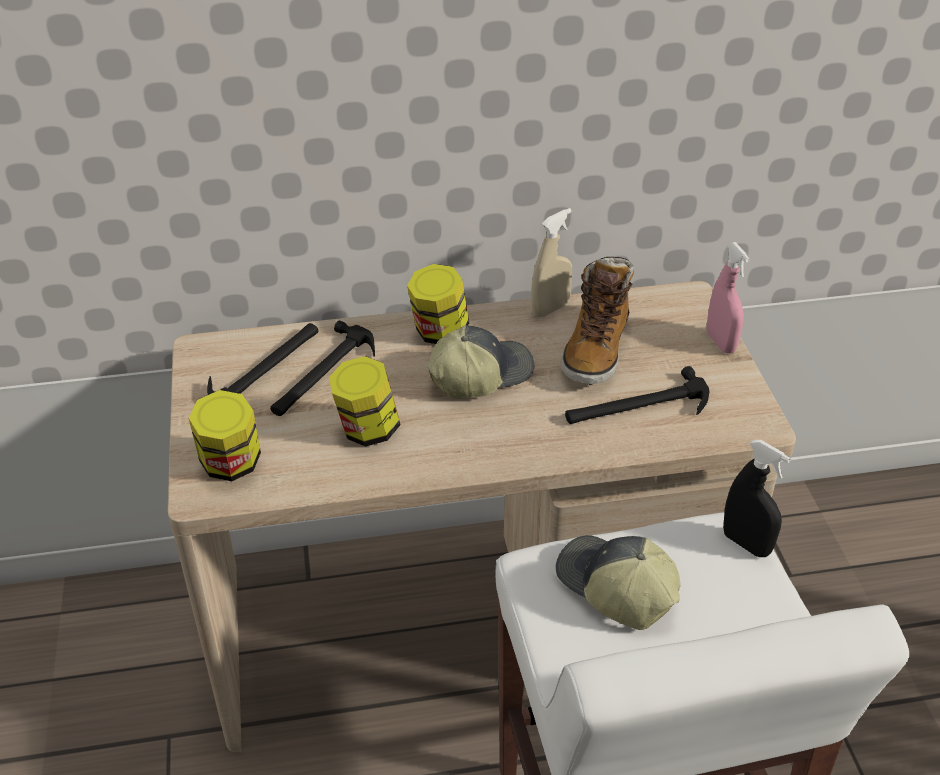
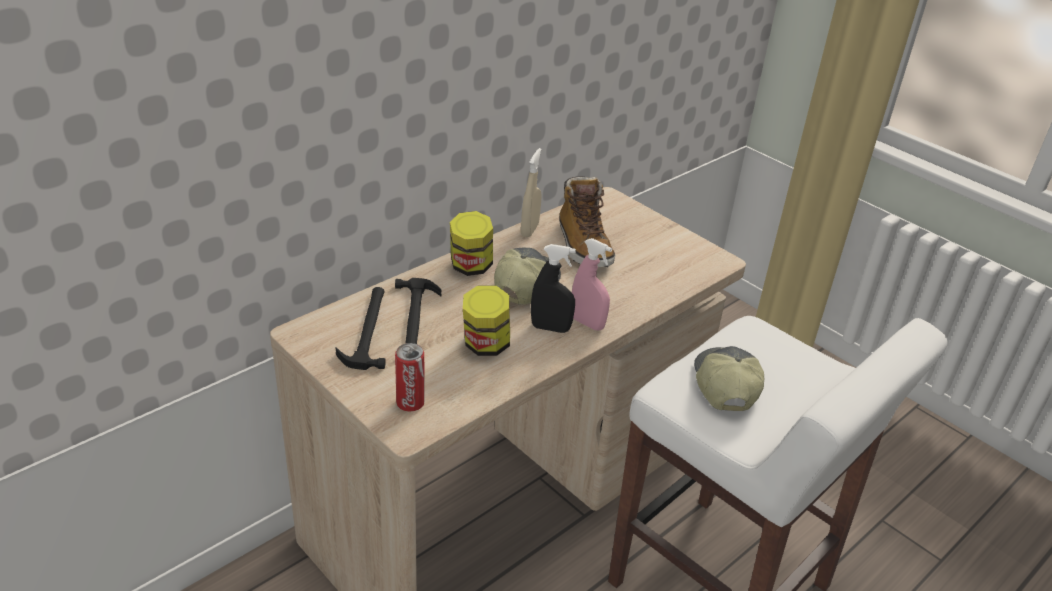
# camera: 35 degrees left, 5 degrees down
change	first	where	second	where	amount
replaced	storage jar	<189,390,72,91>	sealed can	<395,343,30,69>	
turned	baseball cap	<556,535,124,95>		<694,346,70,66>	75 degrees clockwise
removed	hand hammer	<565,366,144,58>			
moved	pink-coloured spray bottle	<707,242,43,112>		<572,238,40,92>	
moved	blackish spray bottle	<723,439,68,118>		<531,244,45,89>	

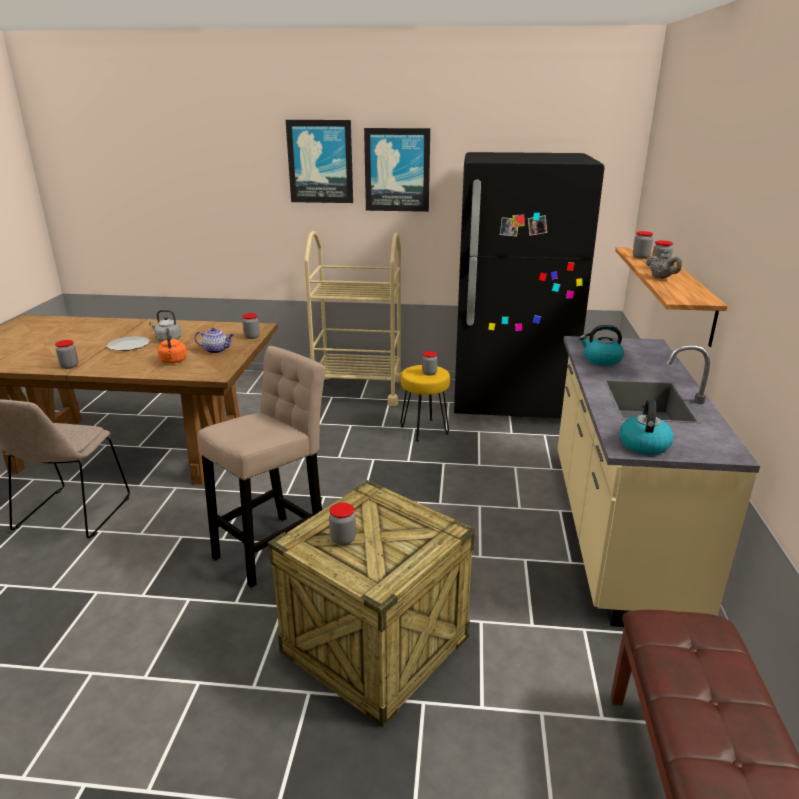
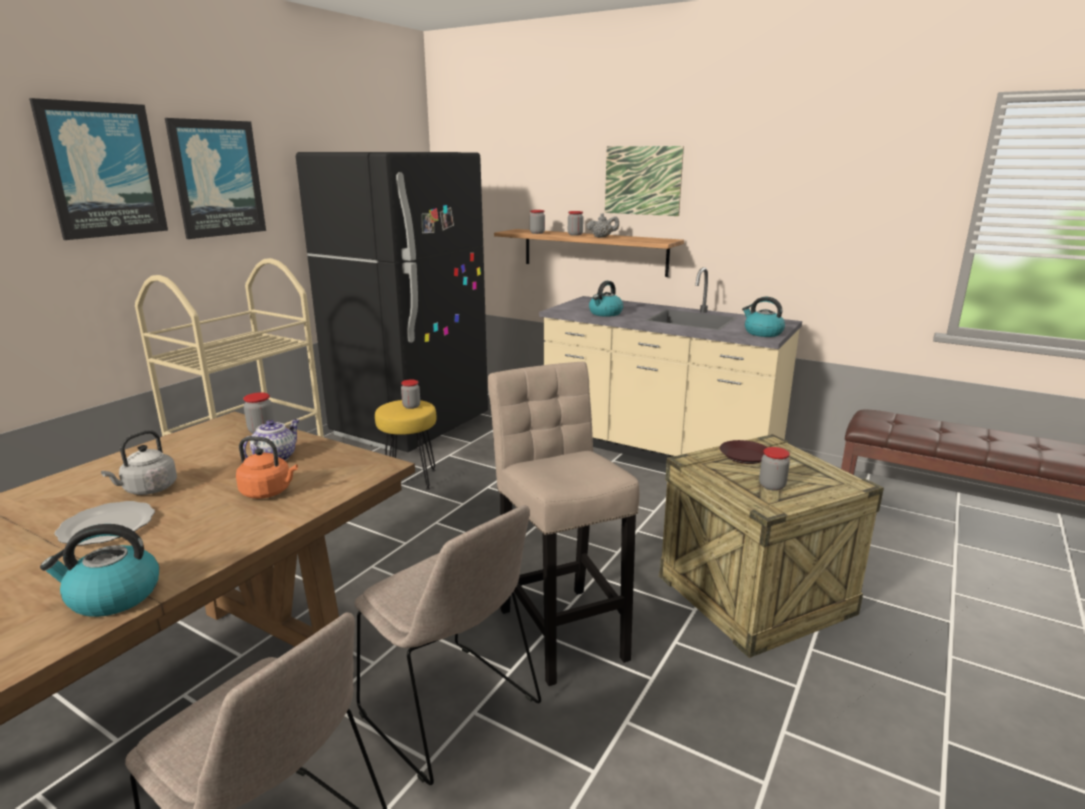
# camera: 65 degrees left, 5 degrees down
change	first	where	second	where	amount
replaced	storage jar	<55,340,24,29>	tea kettle	<40,524,119,93>	
added			sand-coloured plain chair	<355,505,186,280>	
added			wall art	<605,146,79,70>	
added			brownish dinner plate	<720,440,48,24>	

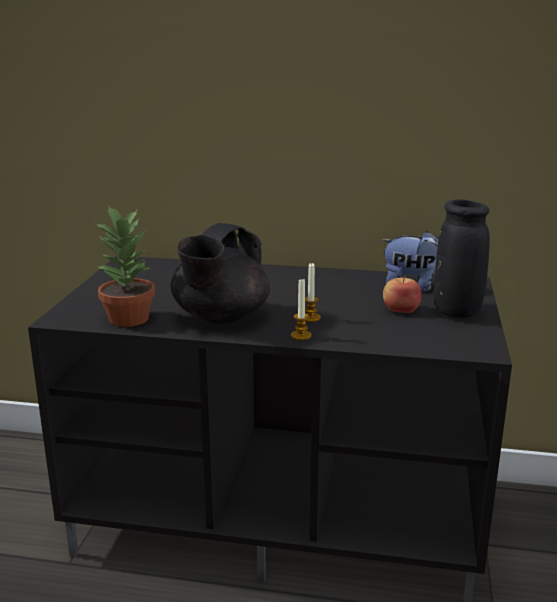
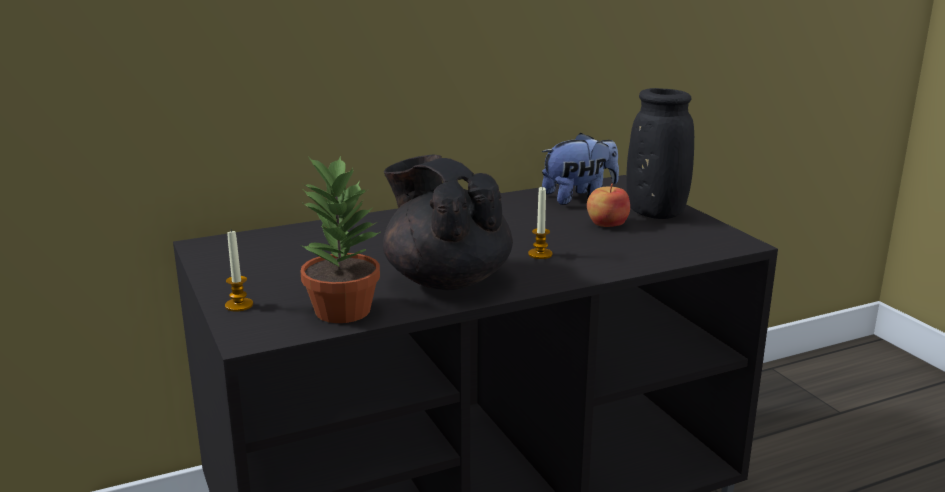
# camera: 35 degrees left, 0 degrees up
change	first	where	second	where	amount
turned	blackish teapot	<170,223,100,101>		<383,154,130,136>	150 degrees clockwise
moved	candle	<291,279,21,61>		<225,230,28,82>	

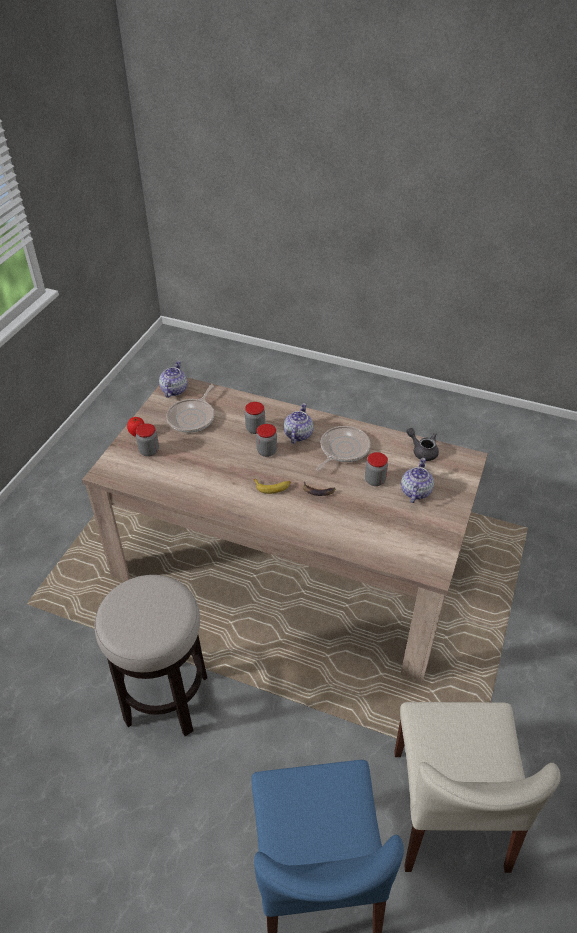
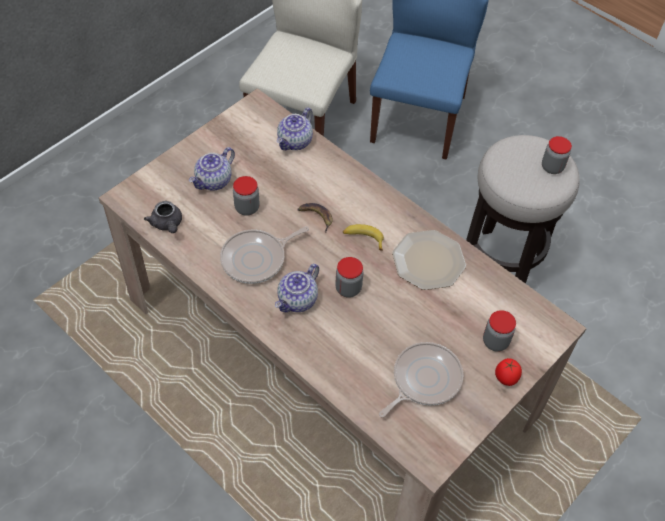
# camera: 160 degrees left, 10 degrees up
change	first	where	second	where	amount
moved	teapot	<159,360,28,38>		<277,107,36,43>	
moved	storage jar	<245,402,20,32>		<542,136,30,38>	
added			dinner plate	<392,230,74,60>	

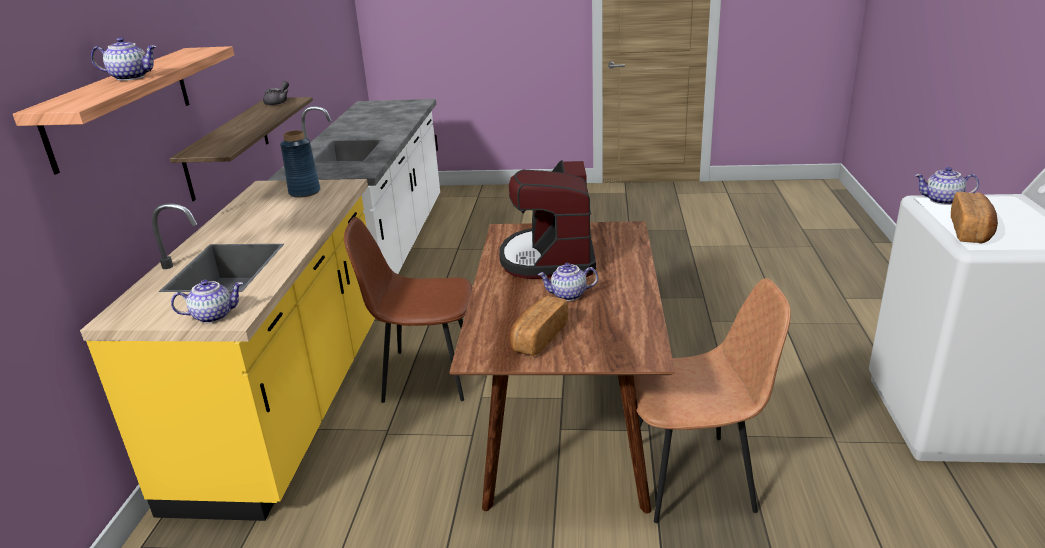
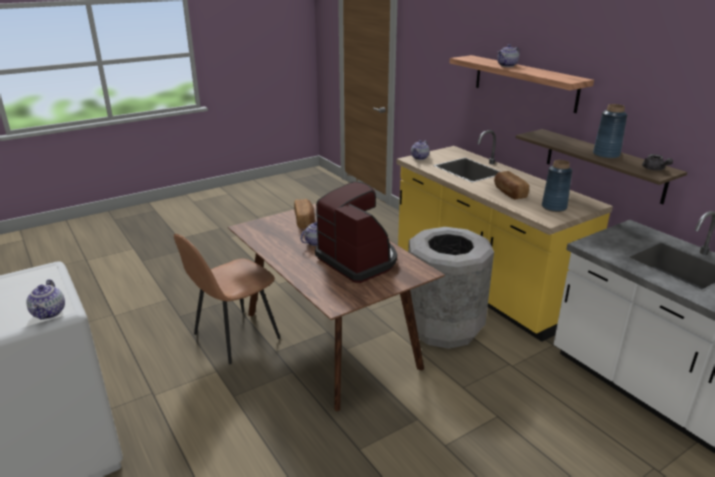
# camera: 140 degrees right, 0 degrees up
change	first	where	second	where	amount
replaced	brownish plain chair	<344,217,129,186>	greyish rubbish bin	<408,227,86,122>	
turned	teapot	<915,167,64,38>		<26,279,39,41>	105 degrees clockwise
moved	baked bread	<951,192,47,52>		<494,171,35,28>	
added			blue flower vase	<593,104,34,55>	

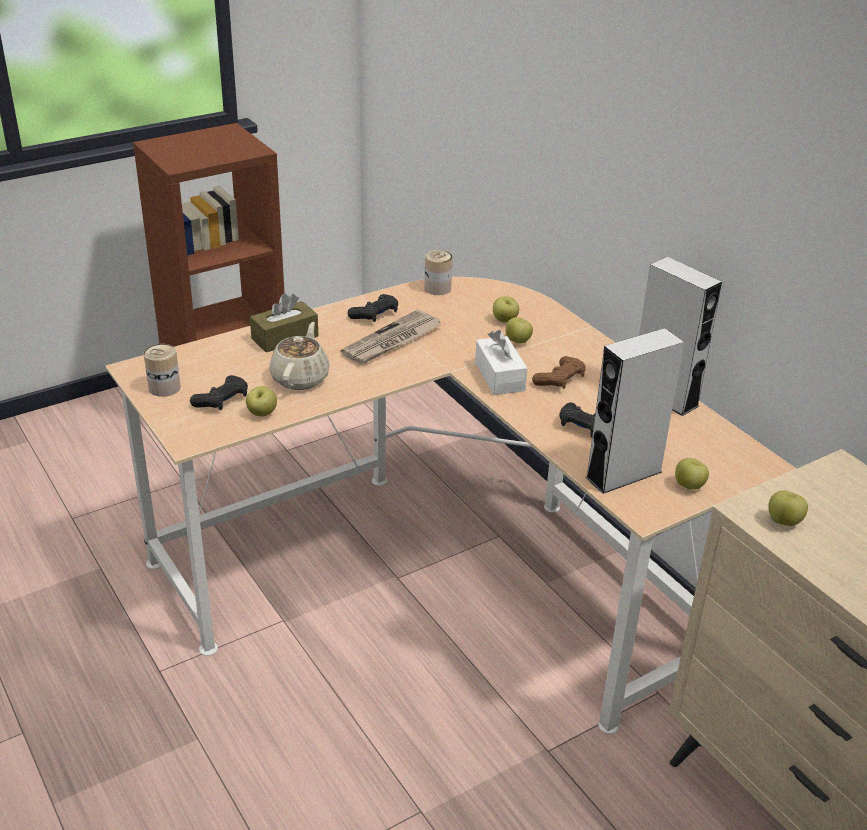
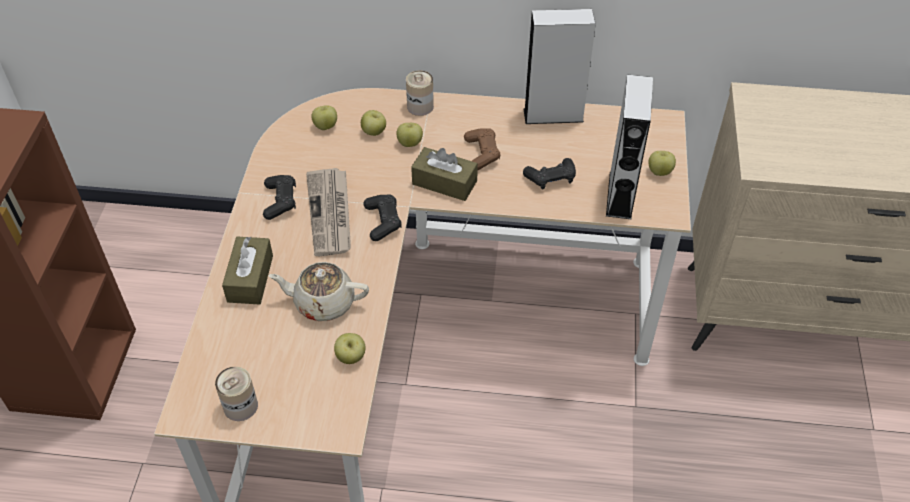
# camera: 50 degrees left, 15 degrees up
change	first	where	second	where	amount
moved	blackish joypad	<190,375,58,35>		<363,195,39,46>	
turned	sand-coloured teapot	<269,322,61,68>		<268,262,101,59>	45 degrees counterclockwise
moved	sealed can	<424,250,29,45>		<406,70,28,46>	
recoloured	white box of tissues	<475,330,52,65>	brownish box of tissues	<411,147,67,54>	
moved	whole apple	<768,490,40,36>		<311,105,26,25>	

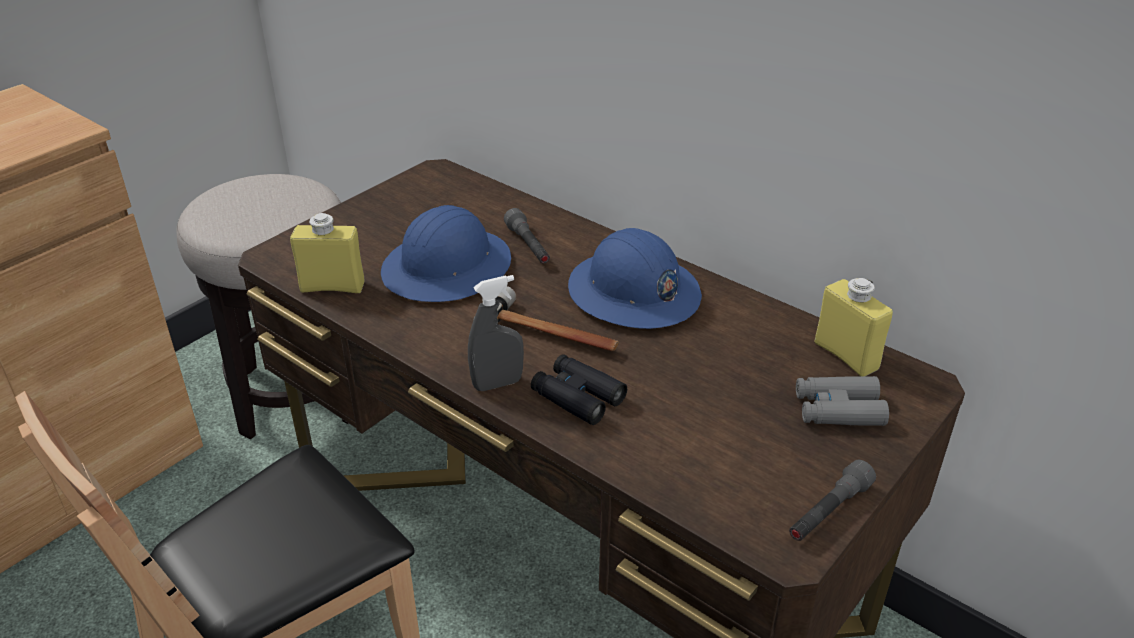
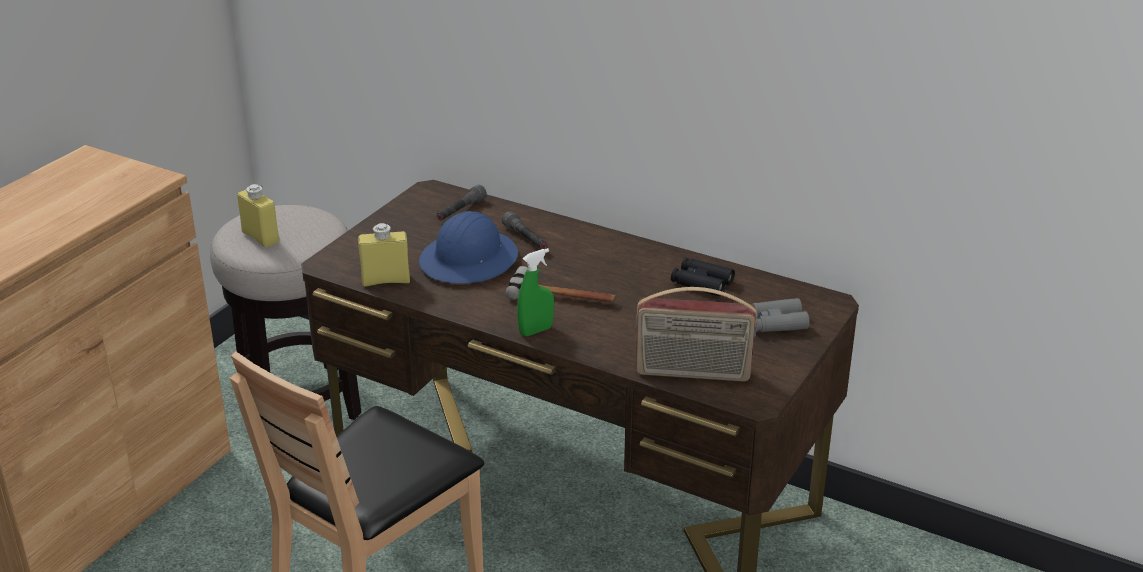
# camera: 10 degrees left, 5 degrees down
change	first	where	second	where	amount
recoloured	greyish spray bottle	<468,275,56,116>	green-coloured spray bottle	<517,248,37,88>	
moved	blackish pair of binoculars	<531,354,96,71>		<671,258,64,38>	
removed	blue safety helmet	<568,228,134,101>			
moved	greyish flashlight	<789,460,87,81>		<437,185,50,35>	
moved	yellowish drink bottle	<815,278,78,98>		<237,184,42,63>	
added			radio set	<635,287,122,95>	

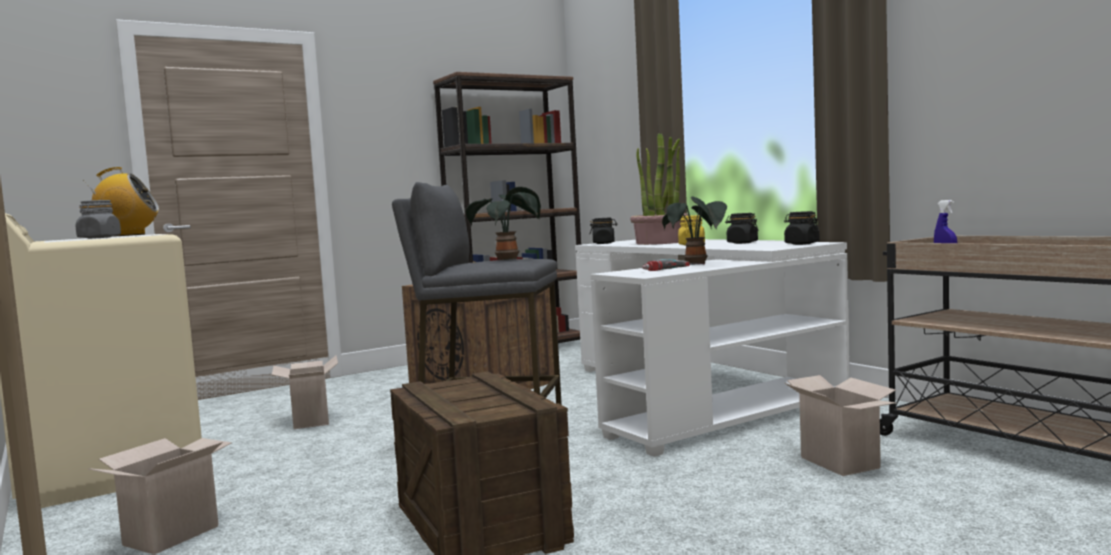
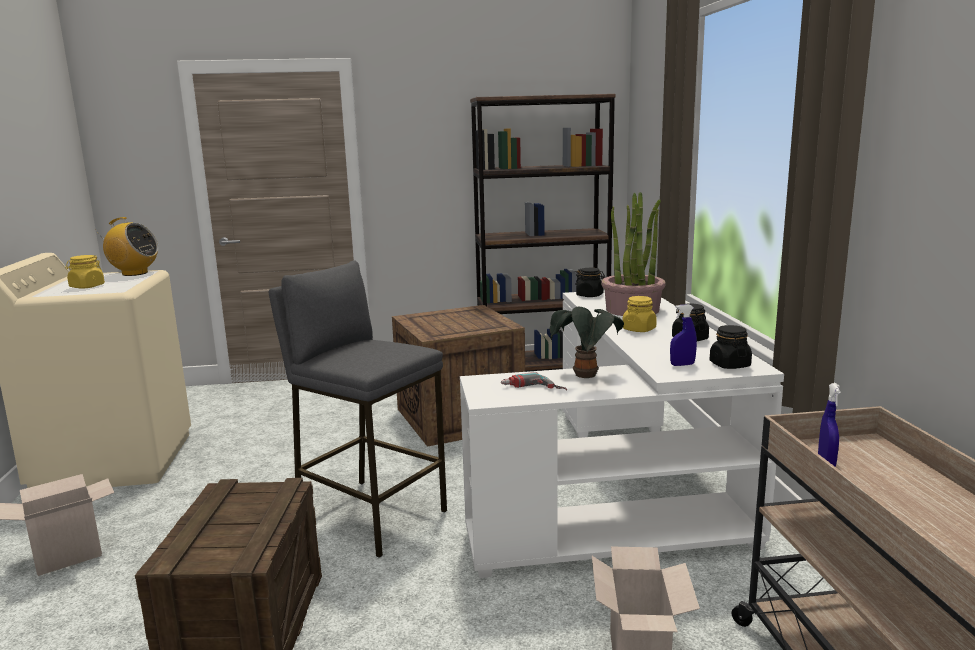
# camera: 25 degrees right, 10 degrees up
change	first	where	second	where	amount
recoloured	greyish storage jar	<75,200,46,39>	yellowish storage jar	<65,255,40,34>	
removed	carton	<272,355,66,74>			
removed	potted plant	<466,187,75,73>			
added			blue spray bottle	<670,304,27,62>	

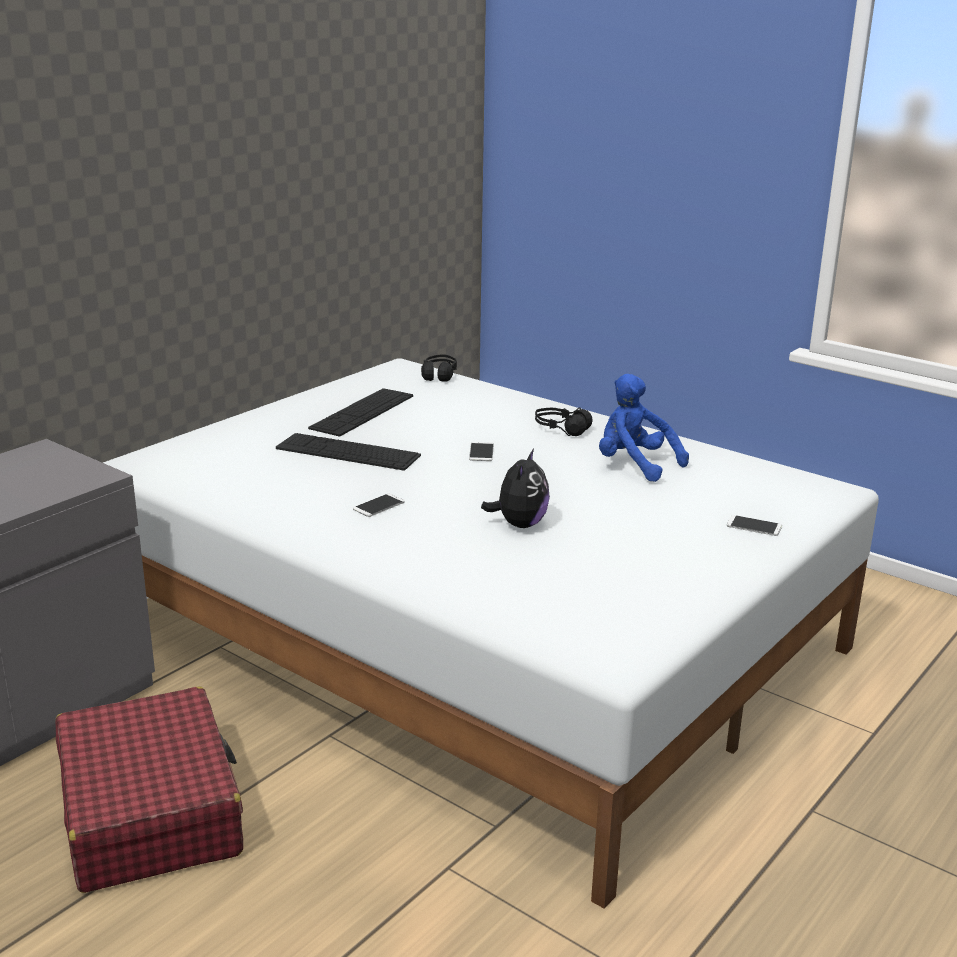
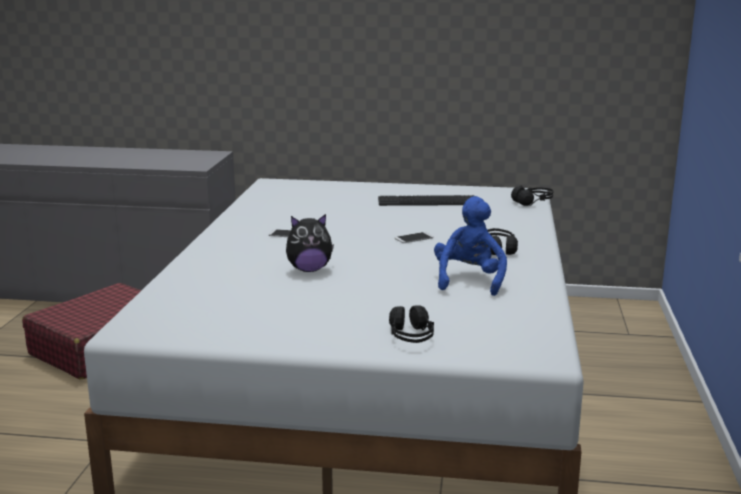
# camera: 60 degrees right, 5 degrees down
change	first	where	second	where	amount
removed	computer keyboard	<276,433,145,38>			
replaced	phone	<727,515,55,21>	blackish headset	<389,305,45,38>	

